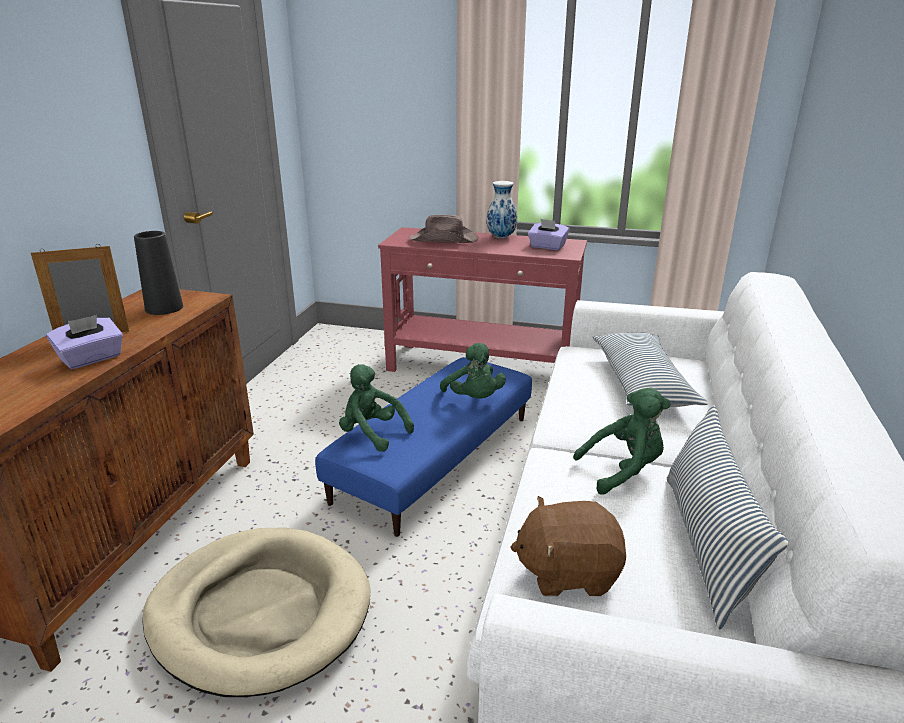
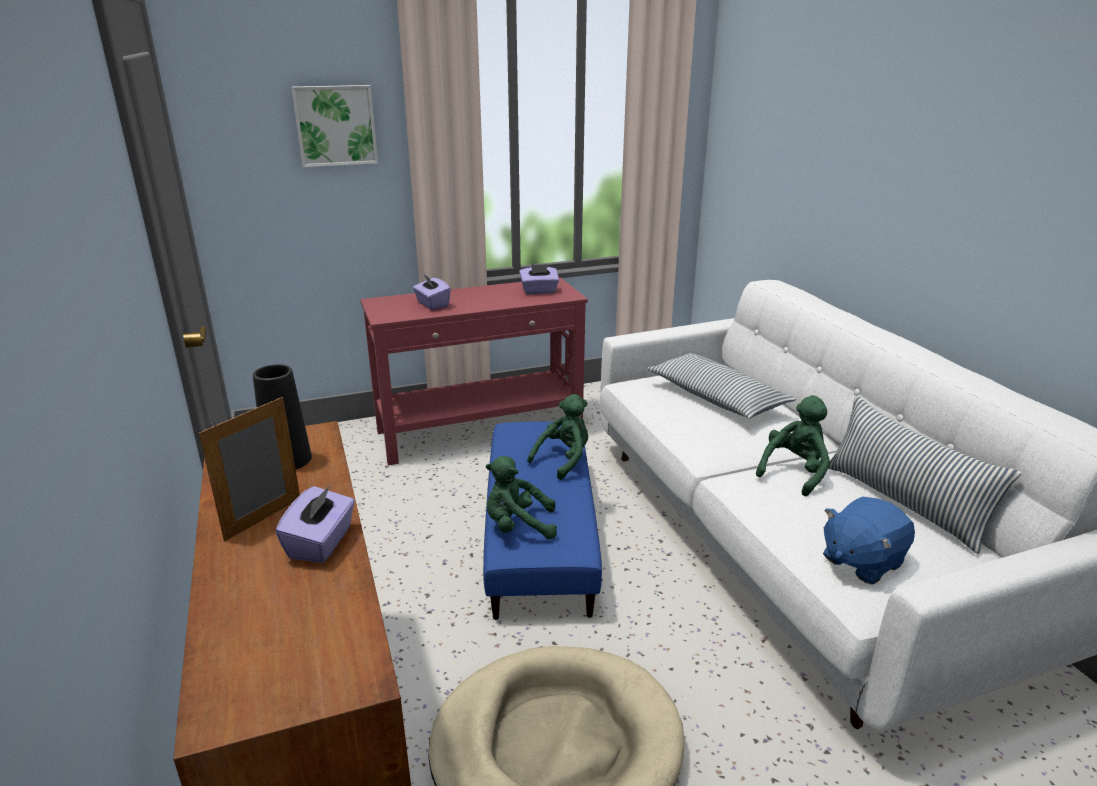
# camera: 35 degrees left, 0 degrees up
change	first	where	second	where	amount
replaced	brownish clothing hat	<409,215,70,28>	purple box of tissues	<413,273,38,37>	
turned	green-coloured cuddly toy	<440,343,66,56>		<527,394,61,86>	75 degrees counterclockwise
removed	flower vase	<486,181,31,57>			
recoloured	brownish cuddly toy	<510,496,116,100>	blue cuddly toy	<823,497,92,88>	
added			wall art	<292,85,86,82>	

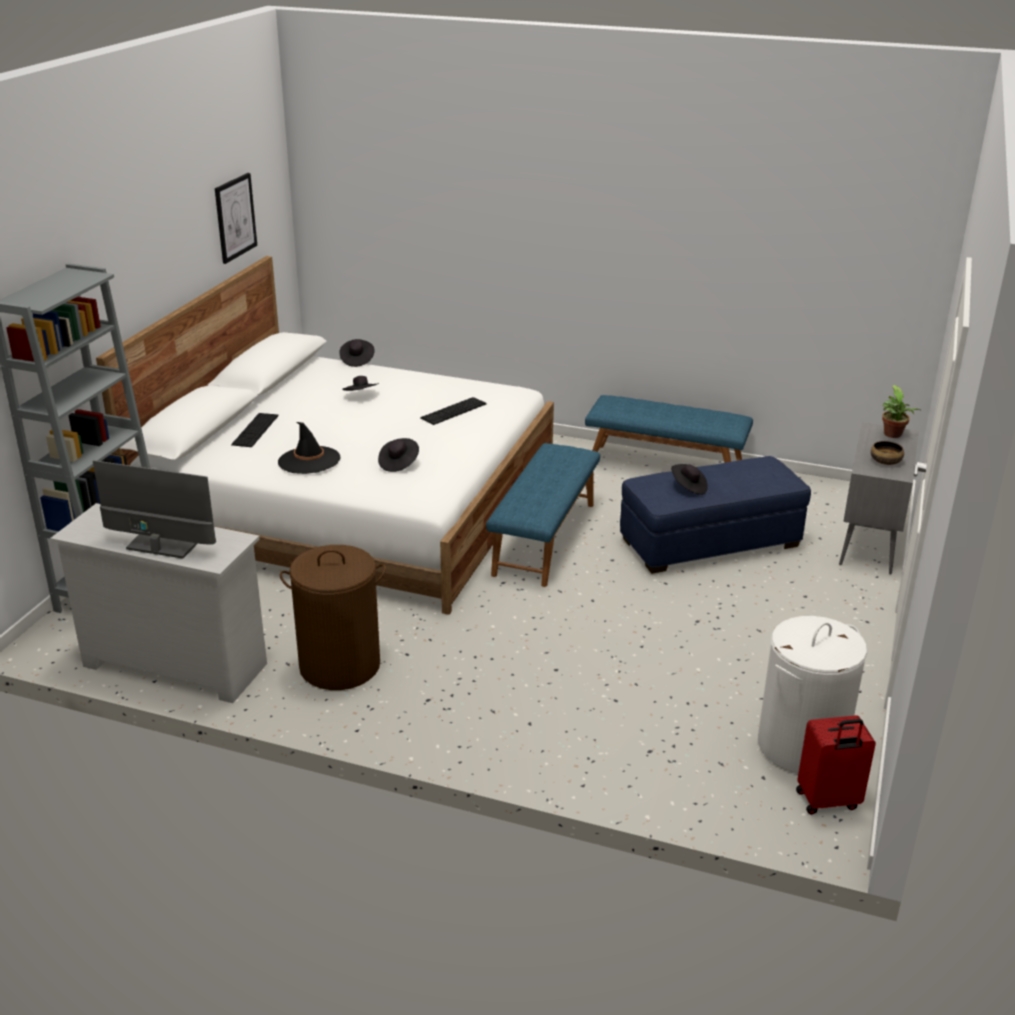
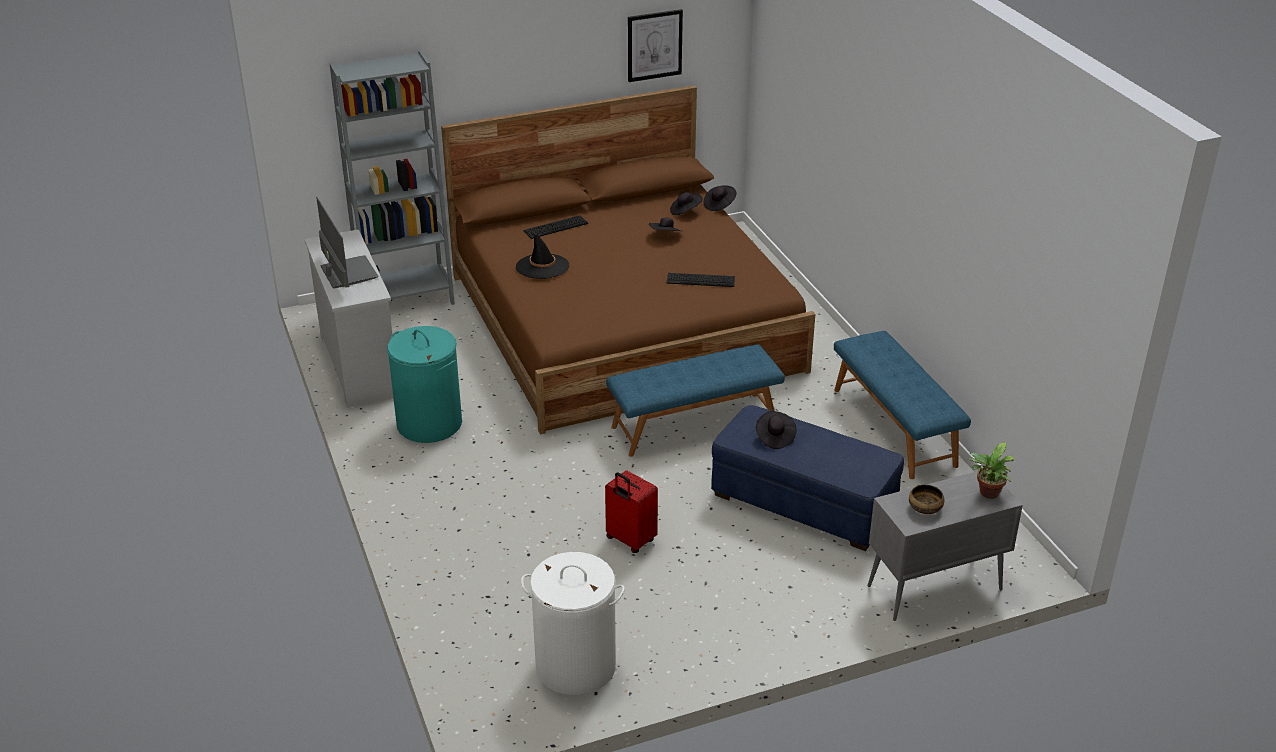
# camera: 50 degrees right, 5 degrees up
change	first	where	second	where	amount
recoloured	white bedroom bed	<96,256,458,359>	brownish bedroom bed	<441,85,374,349>	
recoloured	brownish laundry basket	<280,545,106,145>	turquoise laundry basket	<387,326,75,117>	
moved	blackish clothing hat	<378,438,41,34>		<670,192,33,23>	
moved	red suitcase	<796,715,80,100>		<605,470,53,83>	

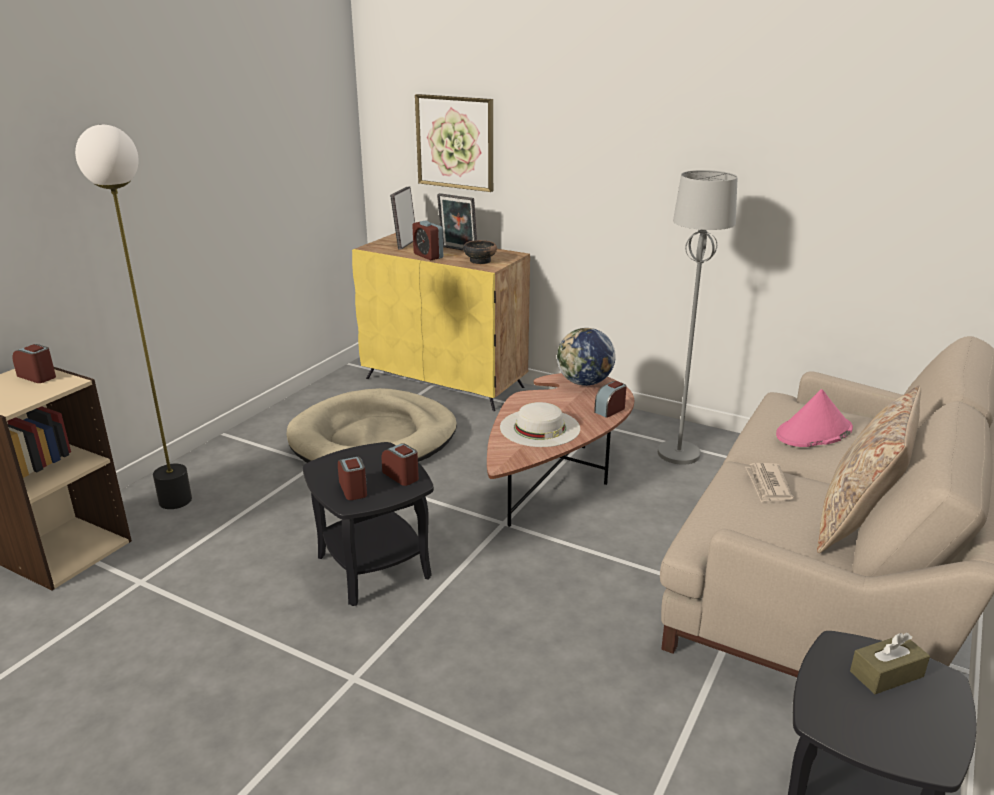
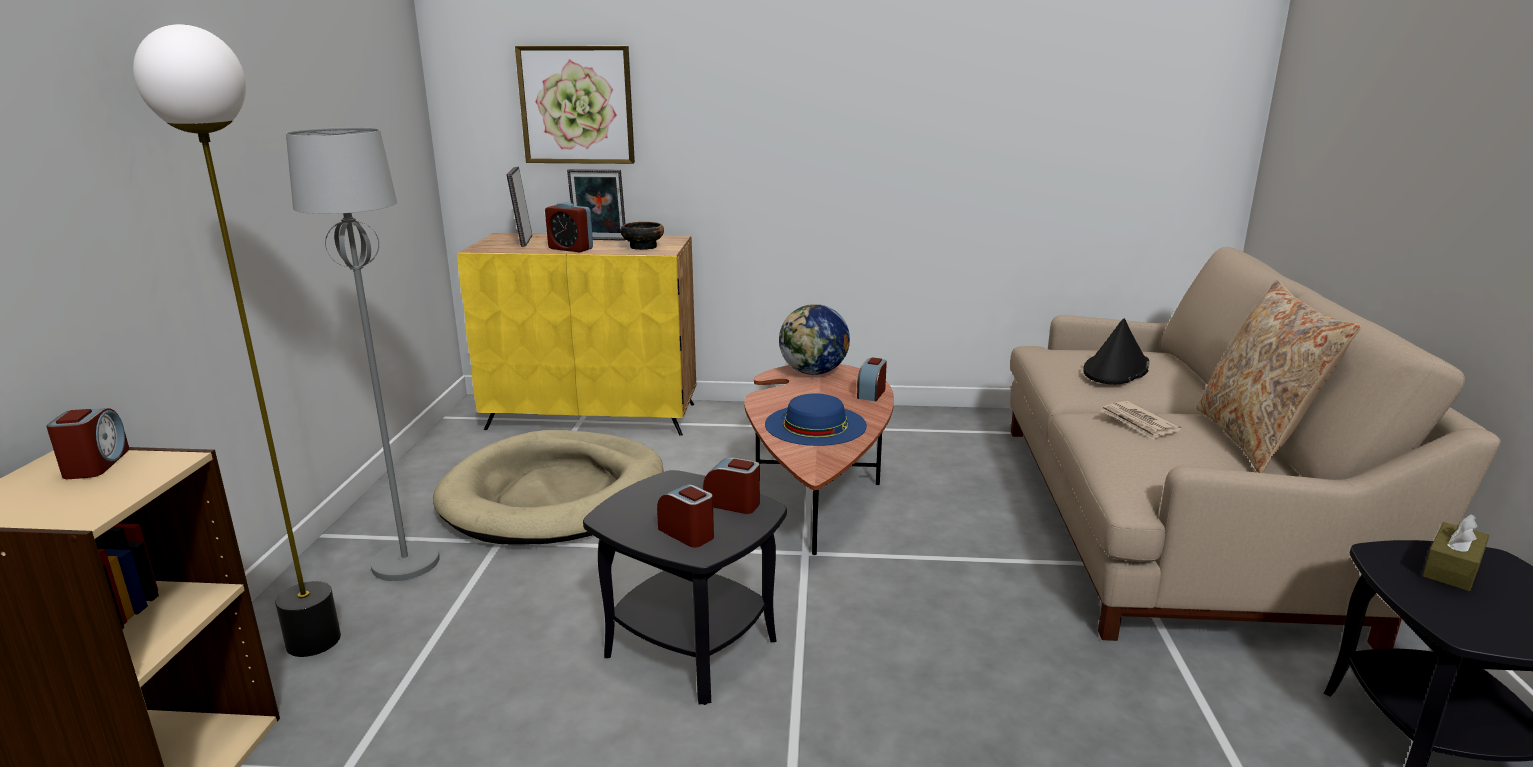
# camera: 25 degrees left, 5 degrees down
change	first	where	second	where	amount
turned	bedside clock	<13,344,43,39>		<46,408,84,71>	75 degrees clockwise
recoloured	white clothing hat	<500,402,80,45>	blue clothing hat	<765,393,102,53>	
moved	greyish standard lamp	<658,170,80,295>		<286,127,154,454>	
recoloured	pink-coloured clothing hat	<776,389,77,58>	blackish clothing hat	<1083,318,67,66>	

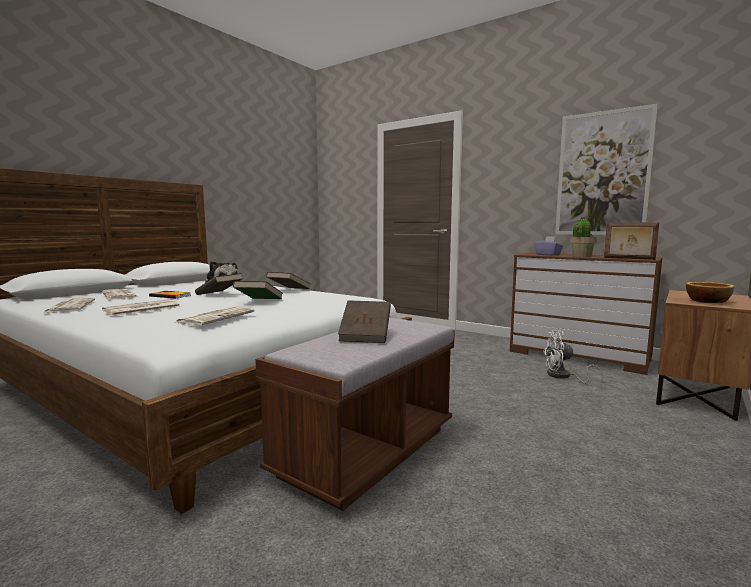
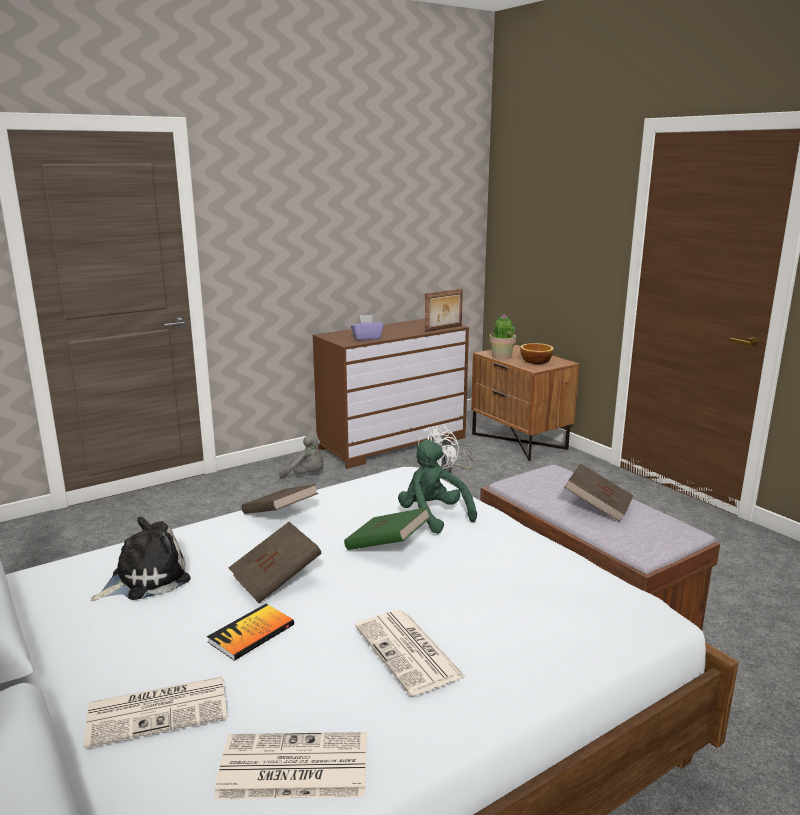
# camera: 70 degrees left, 10 degrees up
change	first	where	second	where	amount
removed	daily paper	<175,307,79,19>			
removed	wall art	<555,104,103,131>			
moved	potted plant	<570,217,27,40>		<489,315,27,44>	
added			greyish cuddly toy	<279,432,45,47>	
added			green-coloured cuddly toy	<398,440,79,94>	

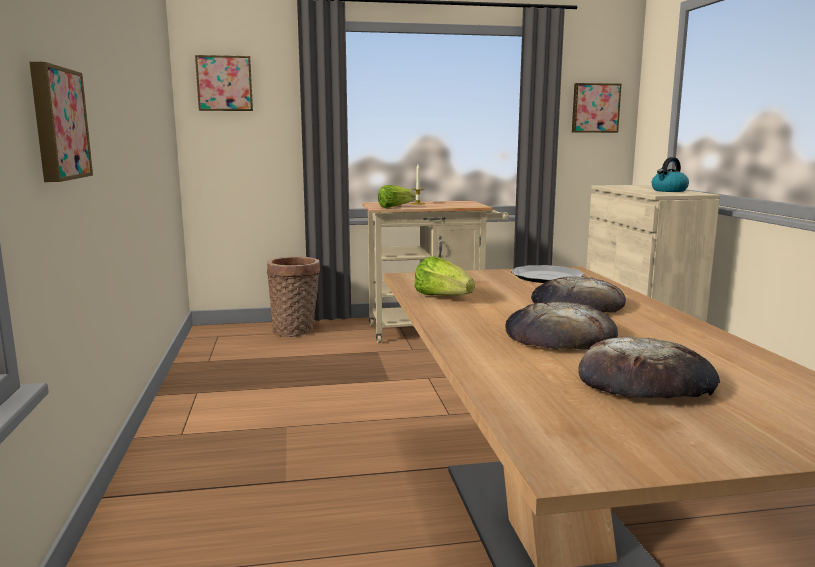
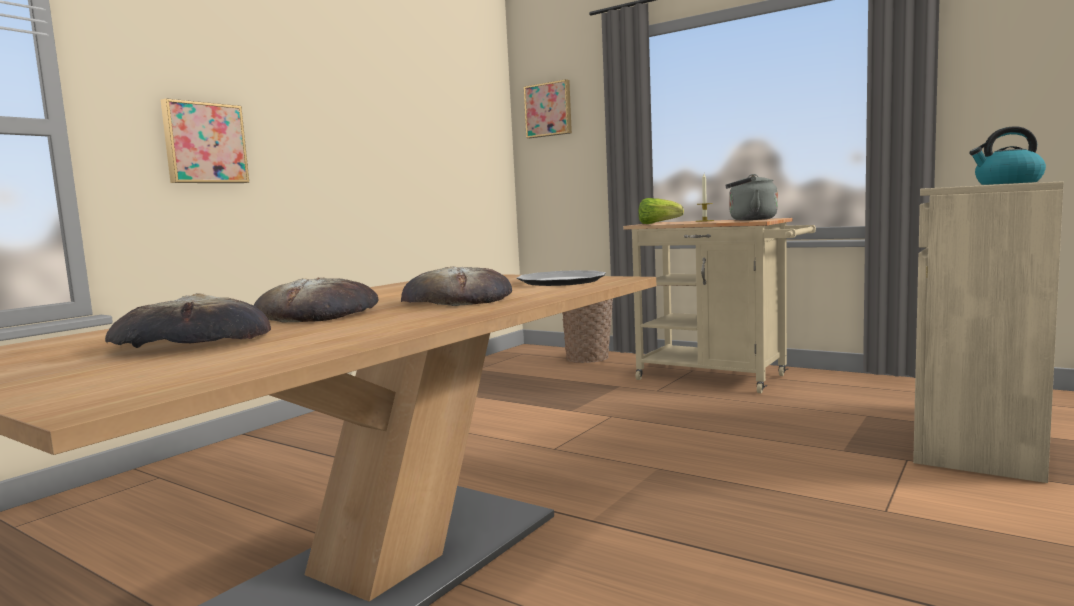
# camera: 45 degrees right, 5 degrees down
change	first	where	second	where	amount
removed	head of lettuce	<414,256,61,40>			
removed	wall art	<572,83,50,50>			
added			greyish tea kettle	<725,174,53,46>	

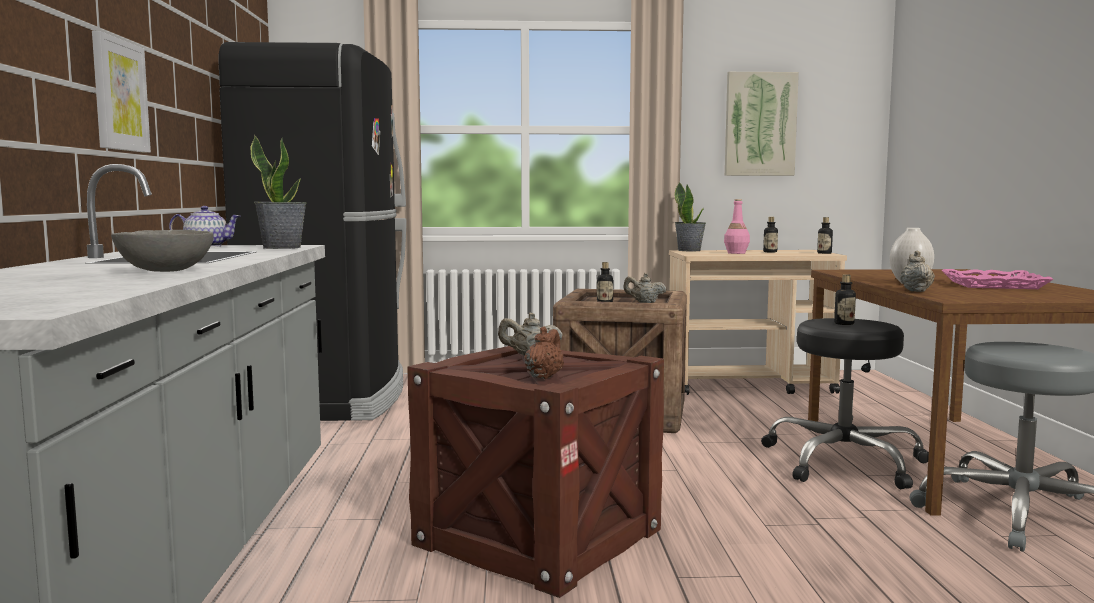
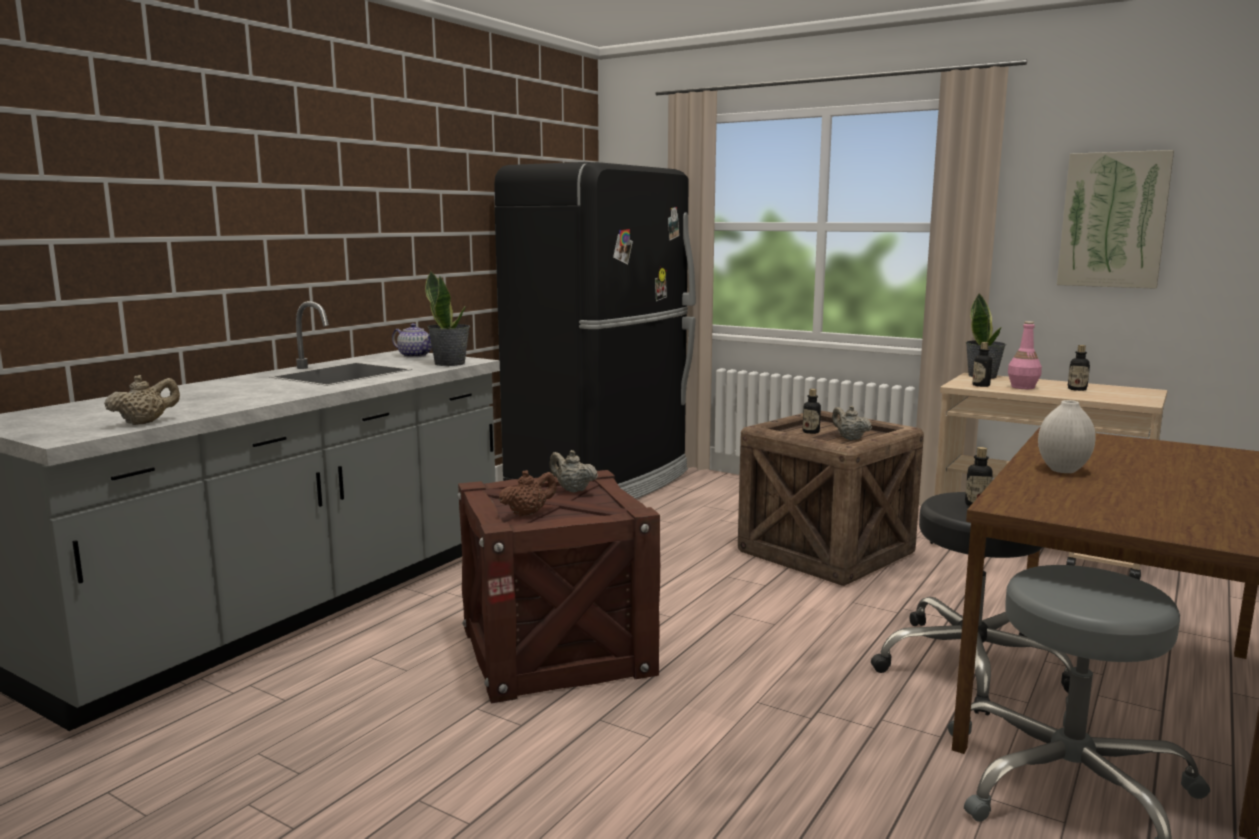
# camera: 35 degrees right, 5 degrees up
change	first	where	second	where	amount
removed	wall art	<92,31,59,122>			
removed	greyish bowl	<111,230,102,42>			
moved	drink bottle	<817,217,16,37>		<972,342,20,45>	
moved	sand-coloured teapot	<900,250,35,42>		<104,375,76,50>	
removed	pink-coloured tray	<941,269,113,20>			

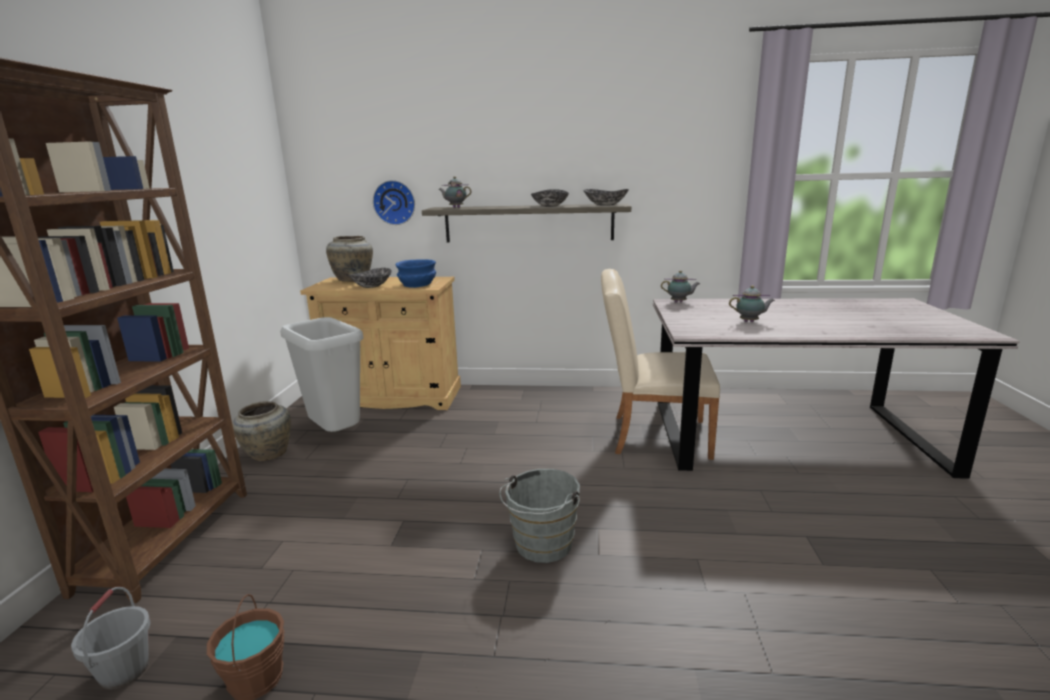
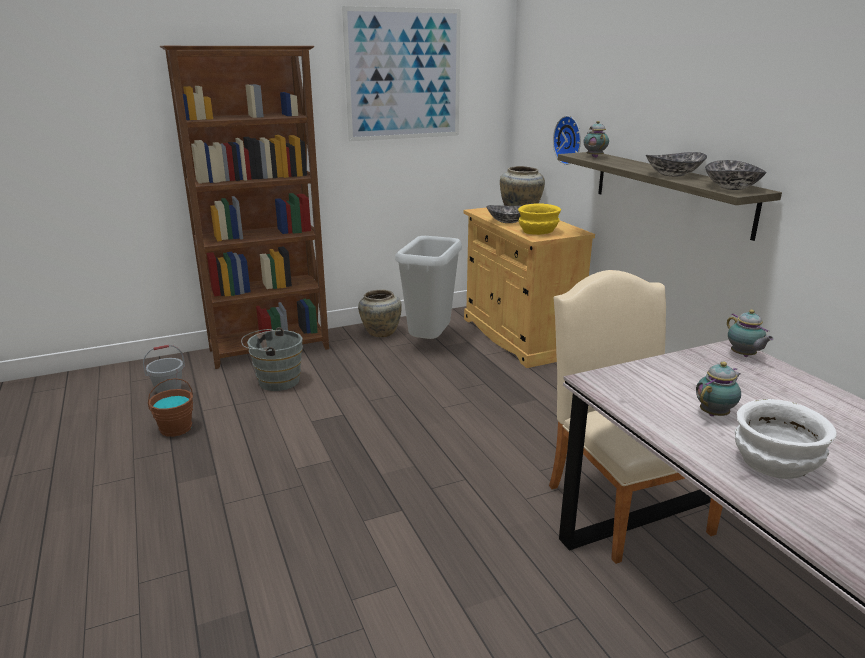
# camera: 60 degrees right, 5 degrees up
change	first	where	second	where	amount
recoloured	blue bowl	<395,259,41,29>	yellowish bowl	<518,203,43,32>	
moved	greyish pail	<499,469,81,94>		<241,327,62,64>	
turned	teapot	<729,285,46,37>		<696,362,45,54>	105 degrees counterclockwise
added			wall art	<342,6,119,135>	
added			white bowl	<735,399,102,80>	

